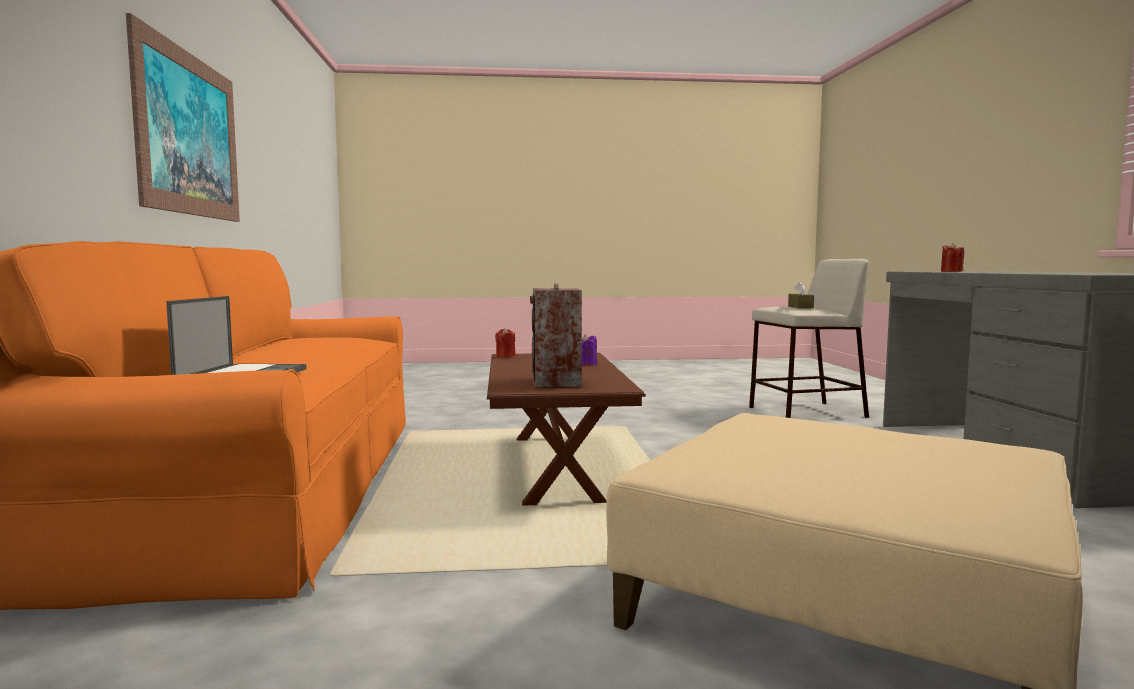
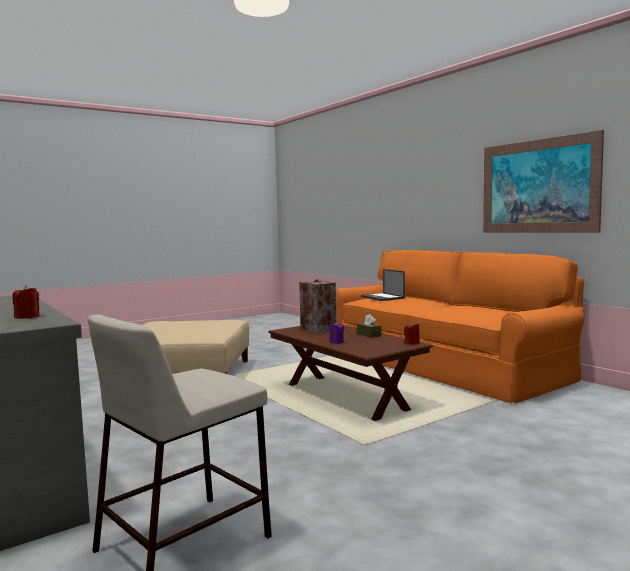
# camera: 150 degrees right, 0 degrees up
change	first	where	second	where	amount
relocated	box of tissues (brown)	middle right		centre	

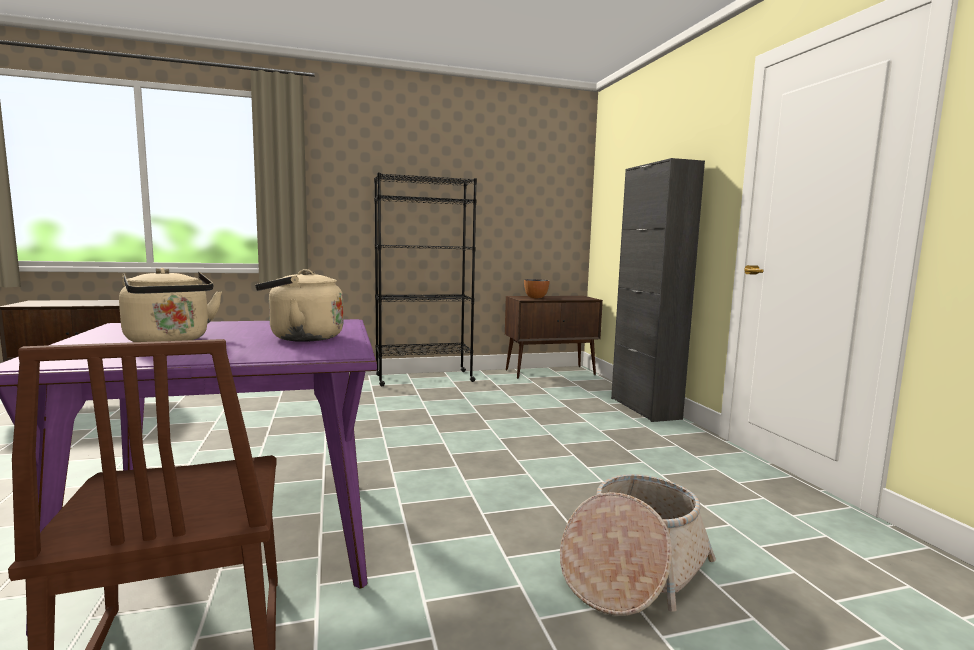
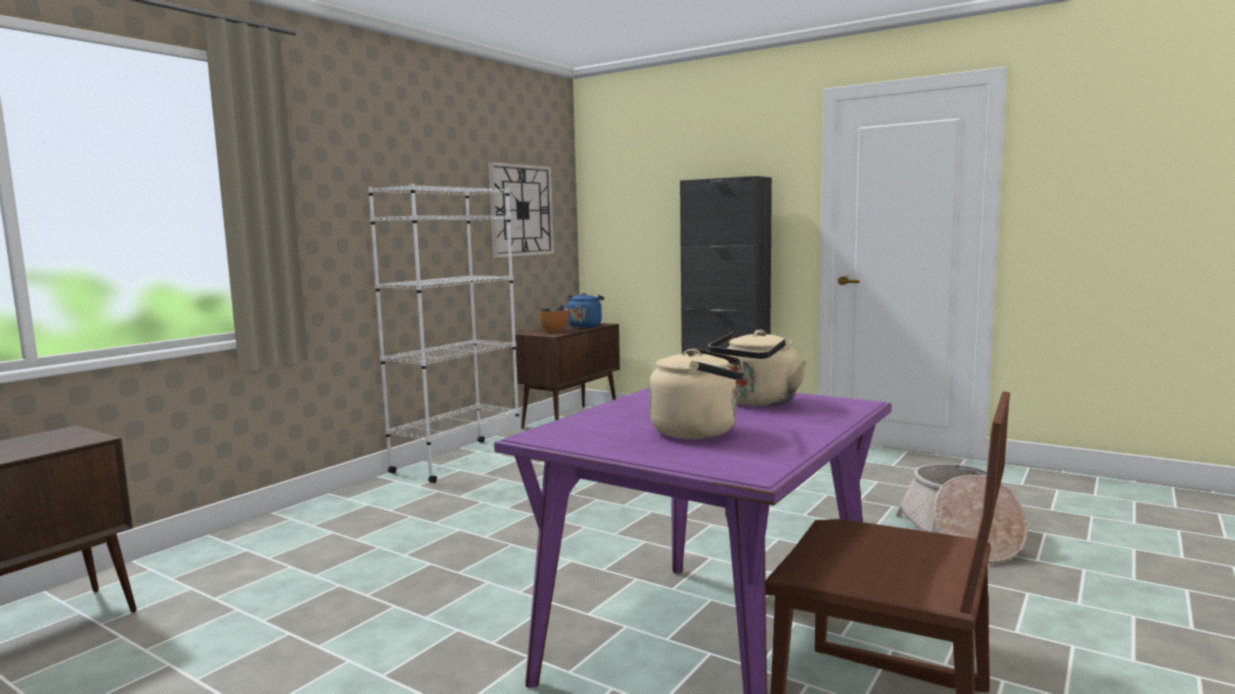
# camera: 40 degrees left, 0 degrees up
change	first	where	second	where	amount
colour	bookcase (black-coloured)	centre	bookcase (white)	centre	
appeared			clock on the wall	top centre	
appeared			kettle (blue)	centre	

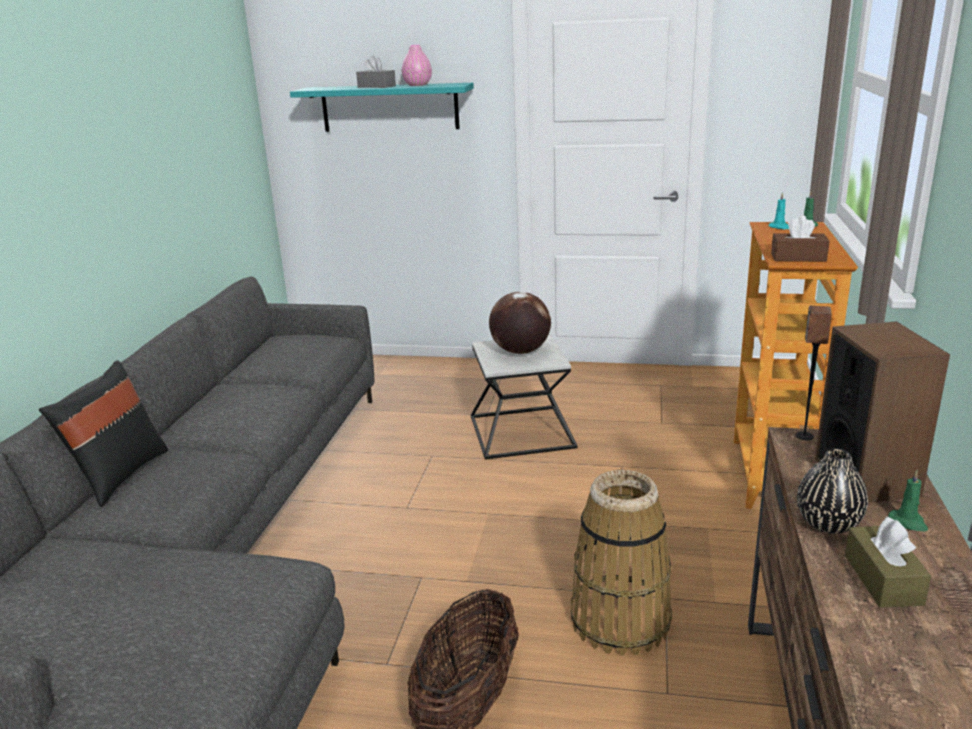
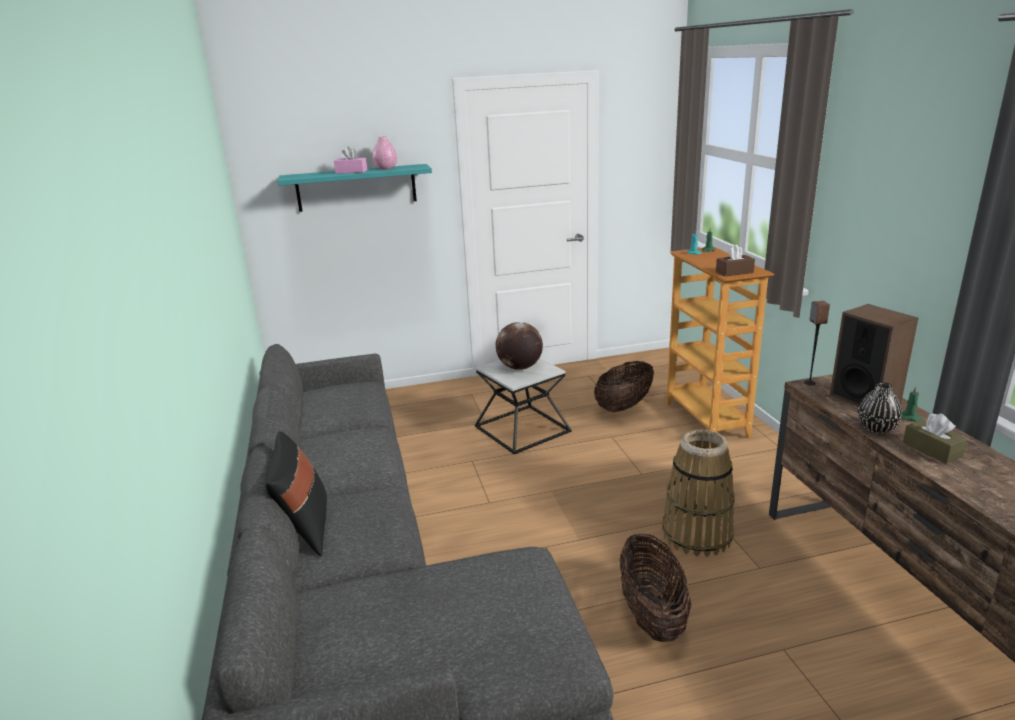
# camera: 25 degrees left, 0 degrees up
change	first	where	second	where	amount
colour	box of tissues (gray)	top centre	box of tissues (pinkish)	top centre	
appeared			household basket (no. 1 from left)	centre	

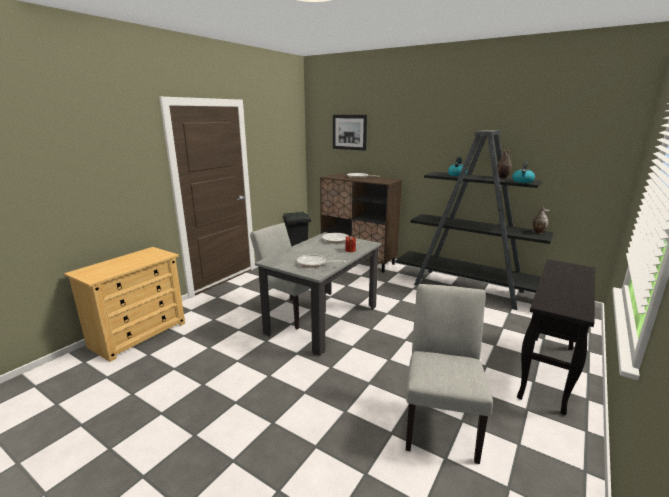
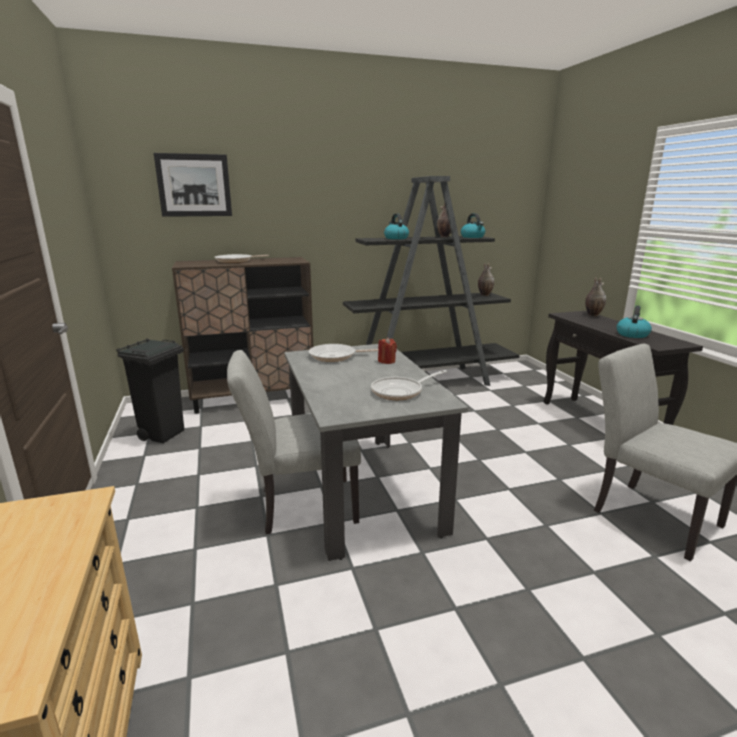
# camera: 50 degrees left, 0 degrees up
change	first	where	second	where	amount
appeared			vase (no. 3 from left)	middle right	
appeared			kettle (no. 3 from left)	middle right	

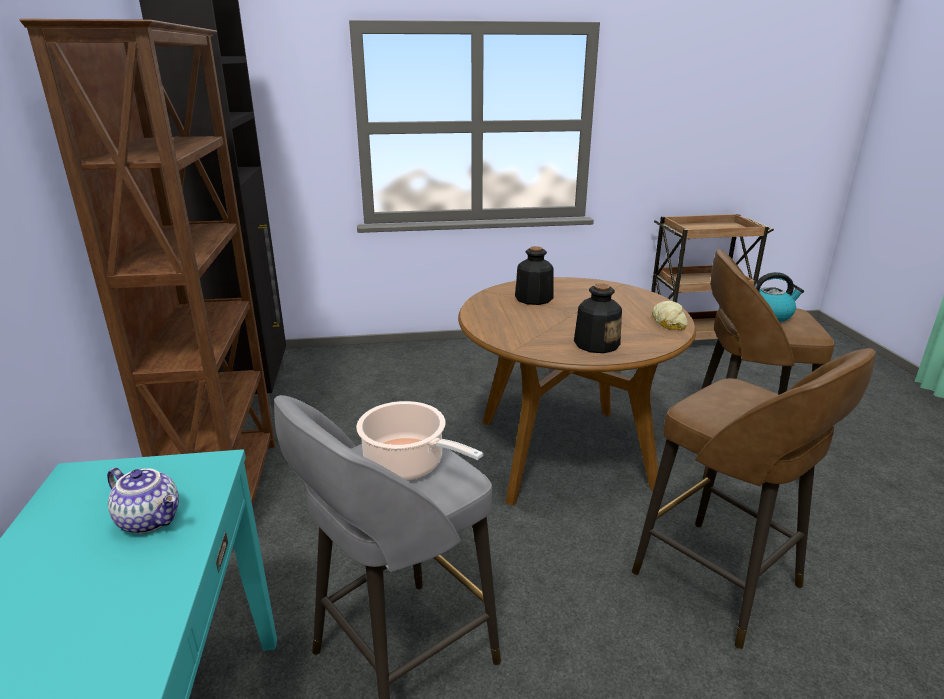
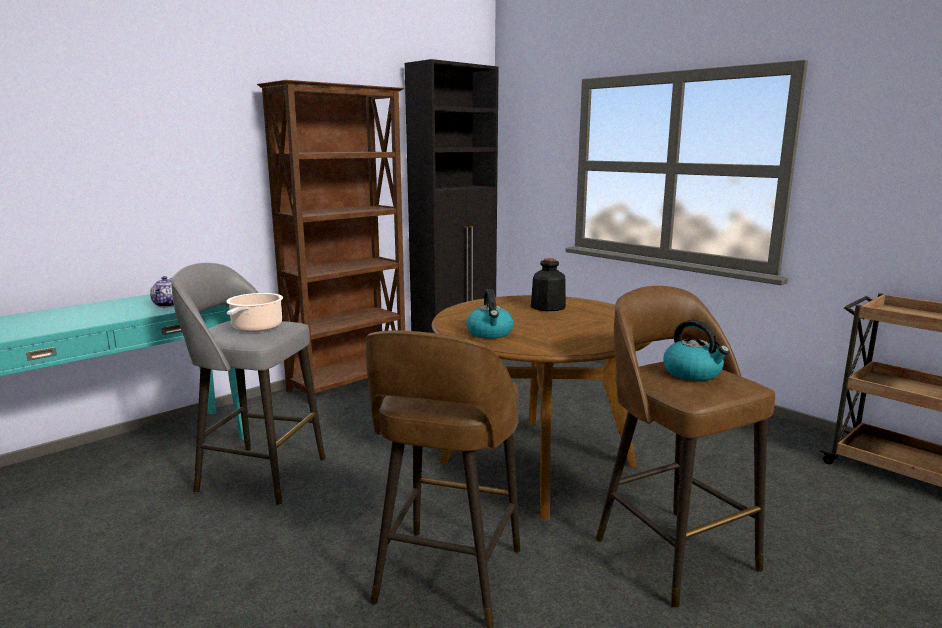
# camera: 55 degrees right, 10 degrees down
change	first	where	second	where	amount
exchanged	drink bottle (no. 2 from left)	centre	kettle (no. 1 from left)	centre	
missing	baked bread	middle right			

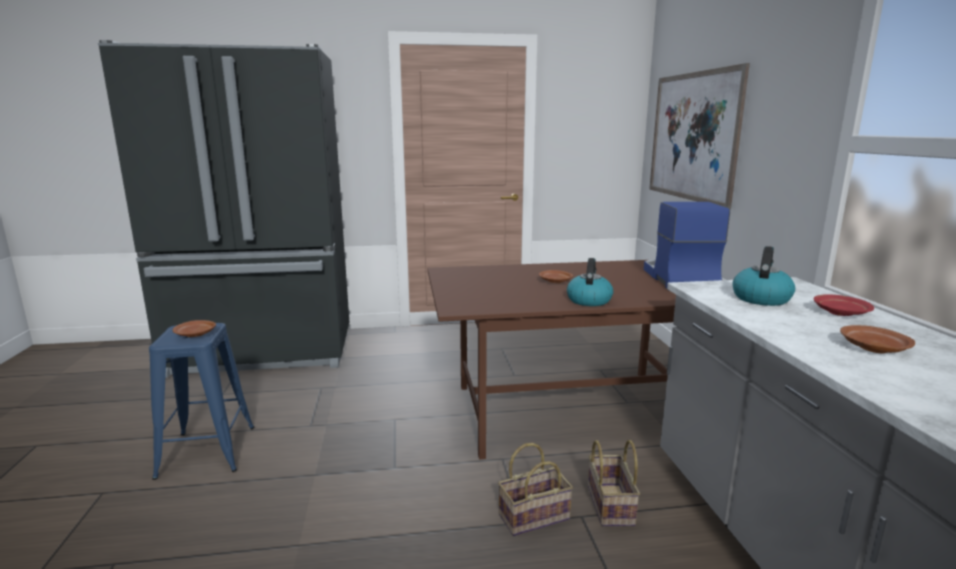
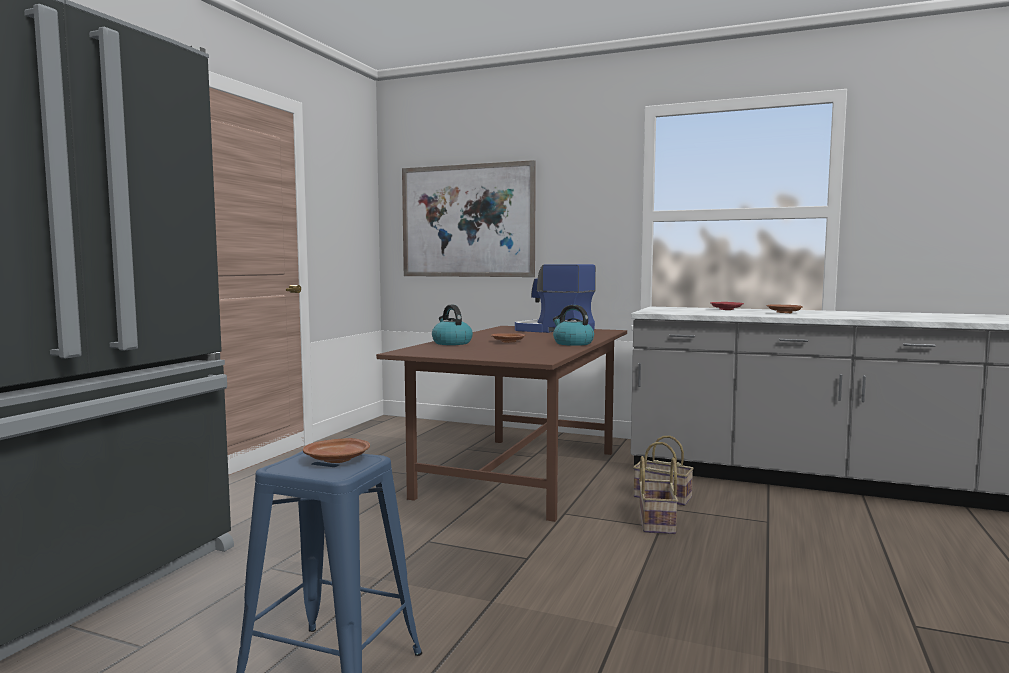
# camera: 60 degrees left, 10 degrees down
change	first	where	second	where	amount
relocated	kettle (no. 2 from left in the first image)	middle right	kettle (no. 1 from left)	centre	

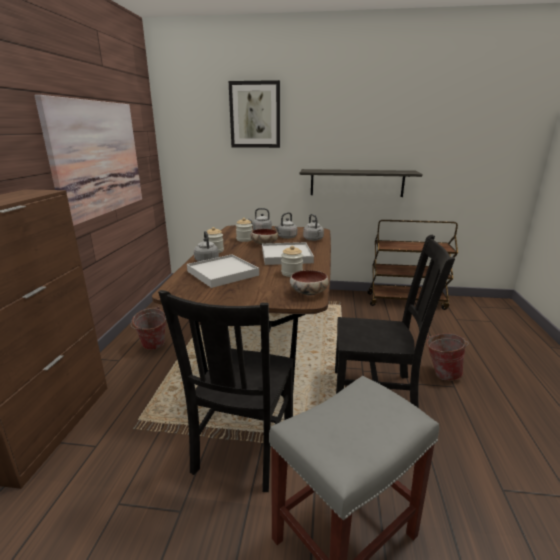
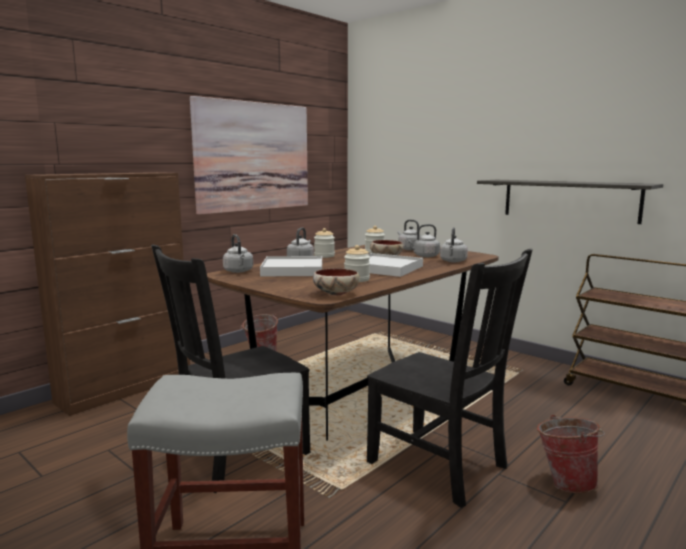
# camera: 35 degrees right, 10 degrees down
change	first	where	second	where	amount
missing	wall picture (no. 2 from left)	top centre			
appeared			kettle (gray) (no. 1 from left)	centre	

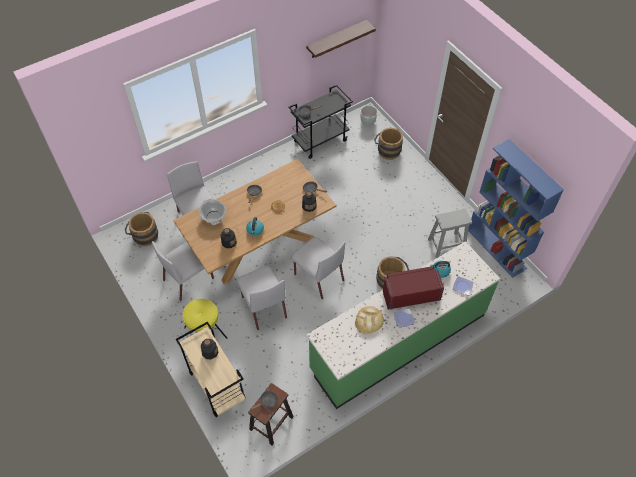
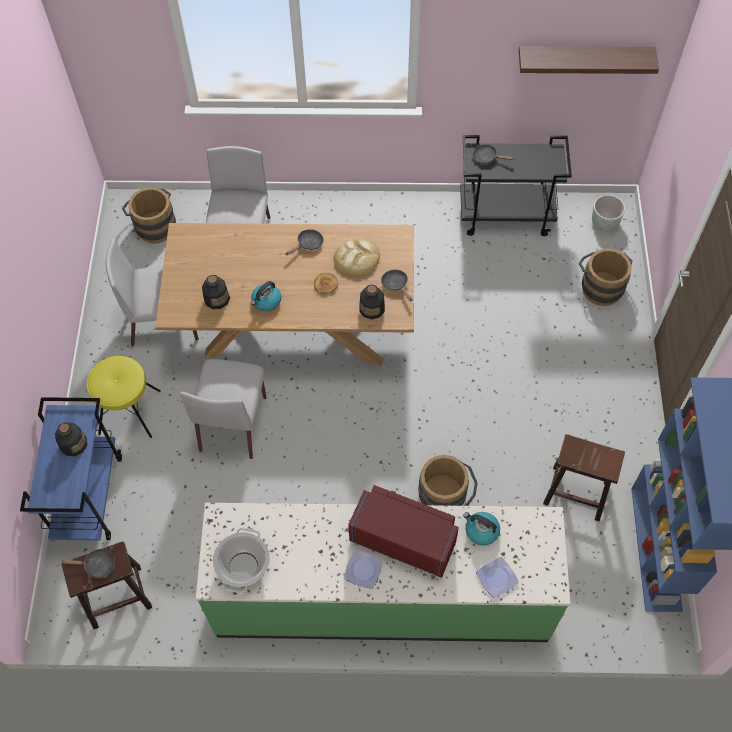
# camera: 35 degrees right, 5 degrees up
change	first	where	second	where	amount
relocated	stockpot	centre		bottom left	
colour	sitting stool (gray)	middle right	sitting stool (brown) (no. 2 from left)	middle right	
missing	upright chair (gray) (no. 4 from left)	centre			
relocated	baked bread (no. 2 from left)	bottom centre		centre	
colour	wheeled cart (sand-coloured)	bottom left	wheeled cart (blue)	middle left	

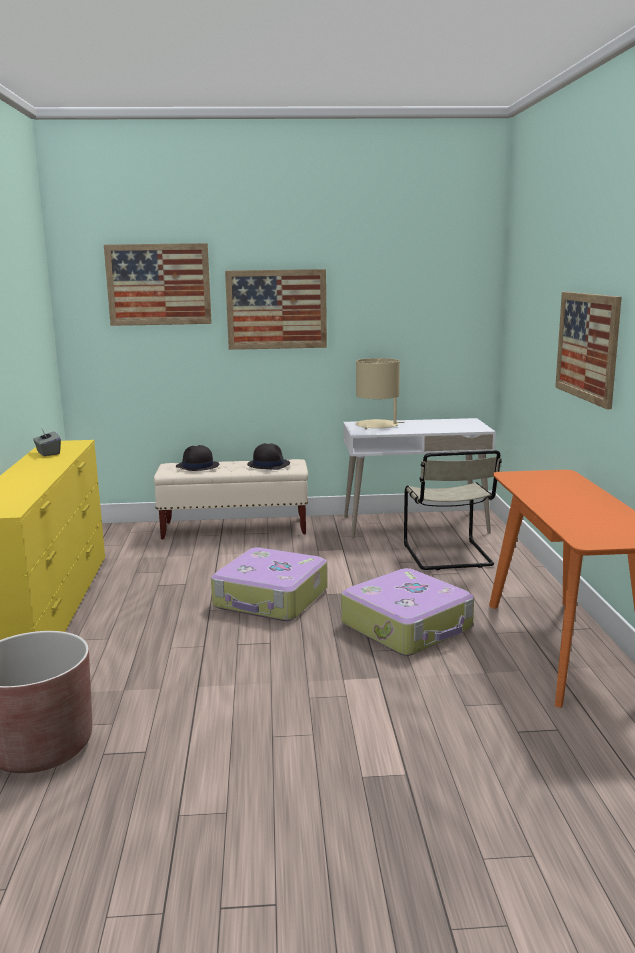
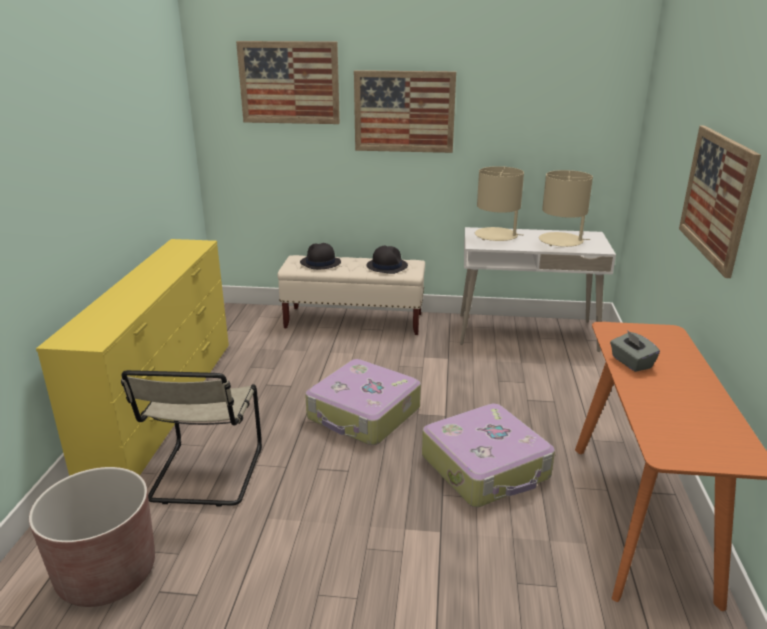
# camera: 10 degrees right, 10 degrees up
change	first	where	second	where	amount
relocated	box of tissues (gray)	middle left		middle right	
relocated	upright chair (sand-coloured)	middle right		bottom left	
appeared			lamp for a table (sand-coloured) (no. 2 from left)	top right	

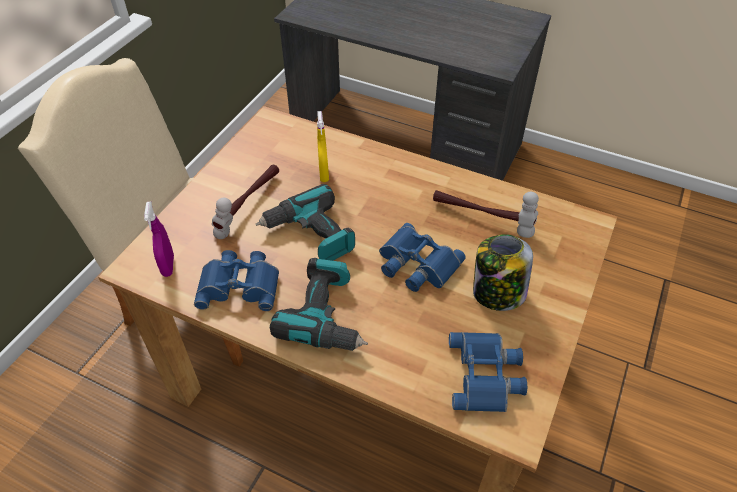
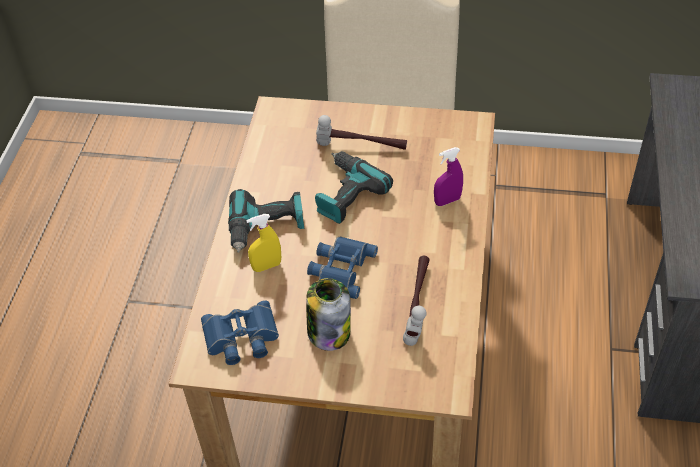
# camera: 75 degrees right, 0 degrees up
change	first	where	second	where	amount
relocated	sprayer (yellowish)	top centre		centre	
relocated	sprayer (purplish)	middle left		centre	
missing	binoculars (blue) (no. 1 from left)	middle left			

